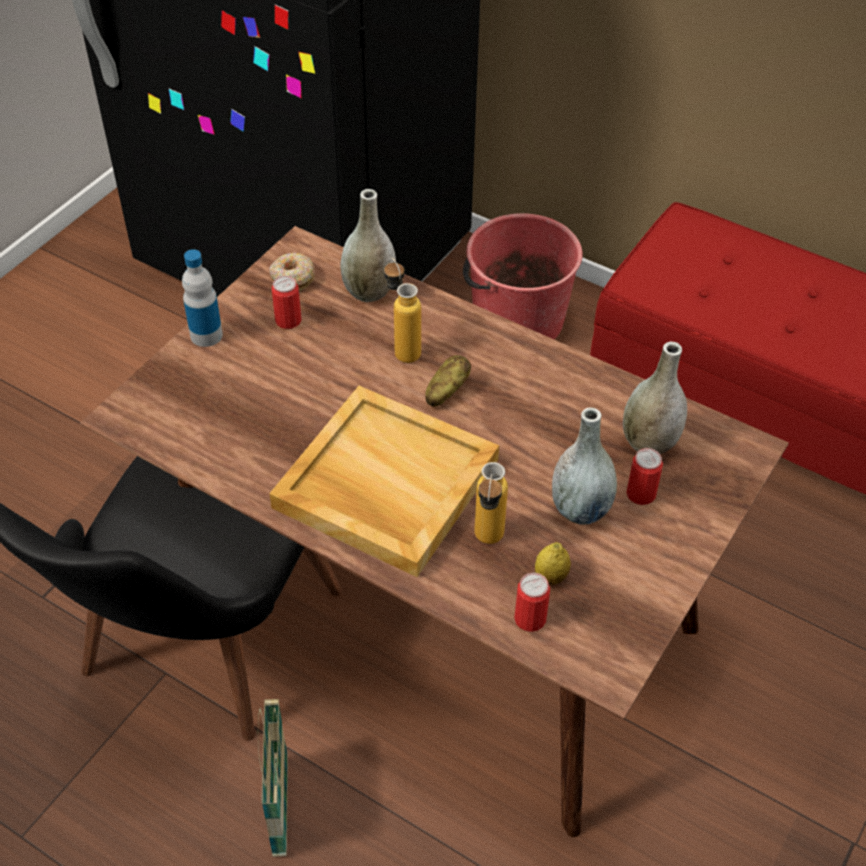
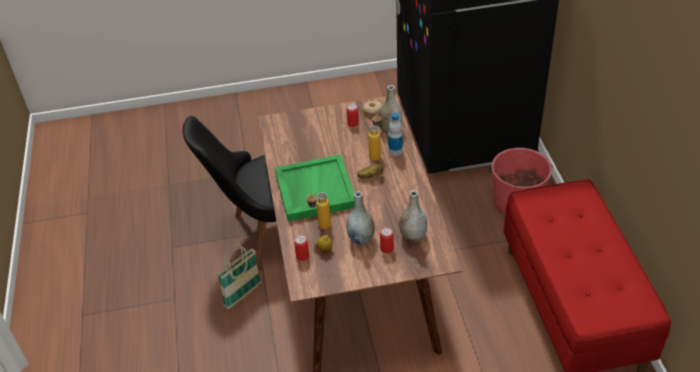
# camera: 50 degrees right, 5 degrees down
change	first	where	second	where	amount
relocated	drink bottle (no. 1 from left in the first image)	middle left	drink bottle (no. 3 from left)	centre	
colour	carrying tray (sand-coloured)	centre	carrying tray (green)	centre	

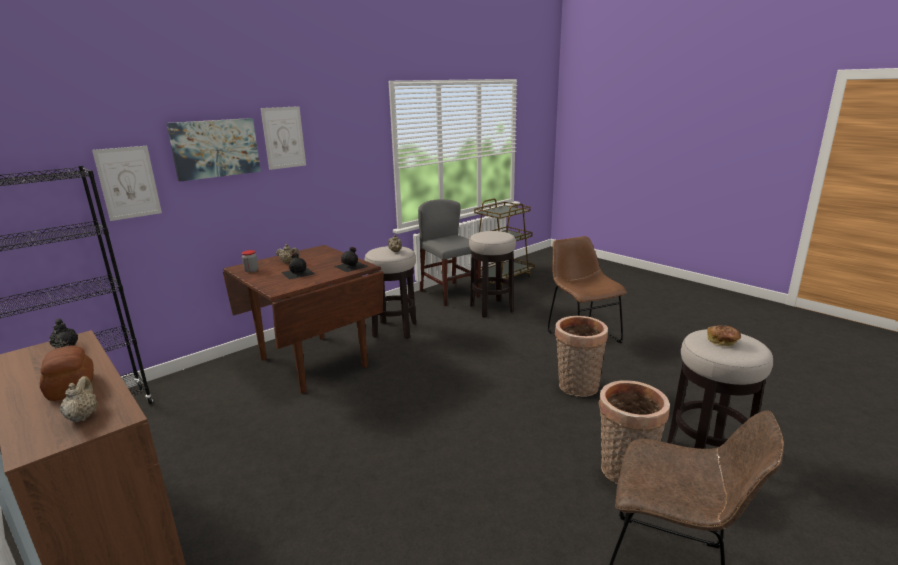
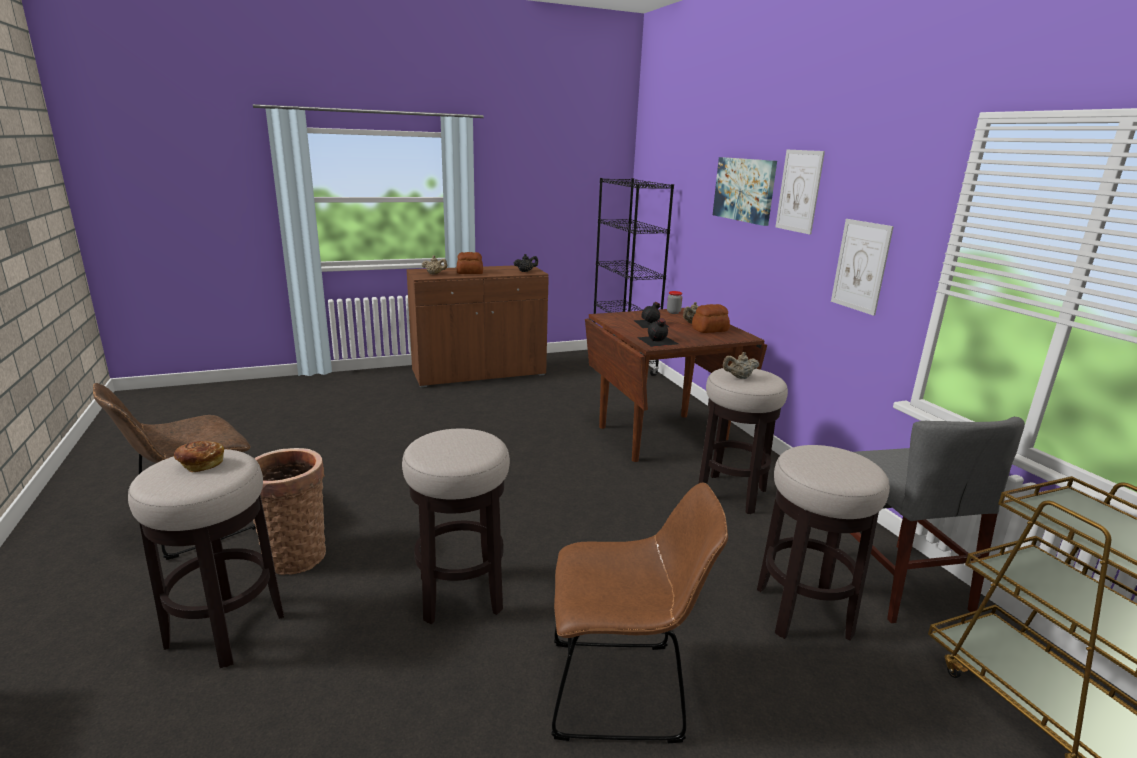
# camera: 110 degrees right, 0 degrees up
change	first	where	second	where	amount
relocated	wall picture (no. 1 from left in the first image)	top left	wall picture (no. 3 from left)	middle right	
spun	upright chair (gray)	centre		bottom right	90 degrees clockwise
exchanged	household basket (no. 1 from left)	centre	sitting stool (no. 2 from left)	bottom centre	
appeared			baked bread (no. 3 from left)	centre	

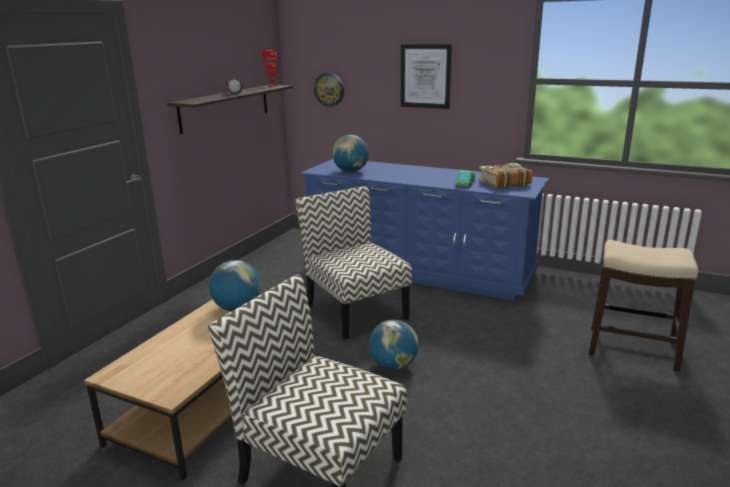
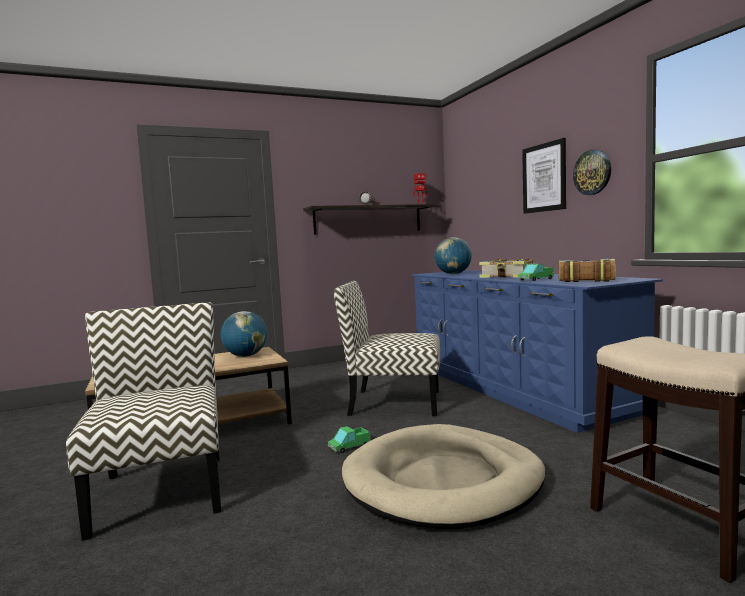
# camera: 40 degrees right, 15 degrees down
change	first	where	second	where	amount
relocated	clock on the wall	top centre		top right	
spun	upright chair (no. 2 from left)	centre		centre	90 degrees counterclockwise
exchanged	globe (no. 3 from left)	bottom centre	toy truck (no. 1 from left)	bottom centre	
appeared			book (no. 1 from left)	middle right	
appeared			dog cushion (sand-coloured)	bottom centre	

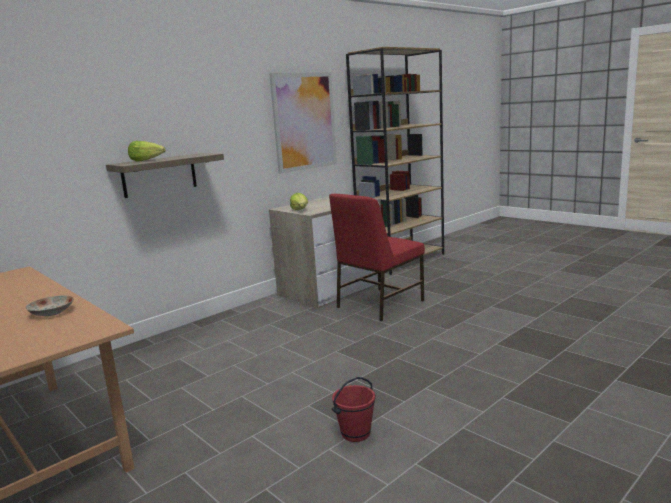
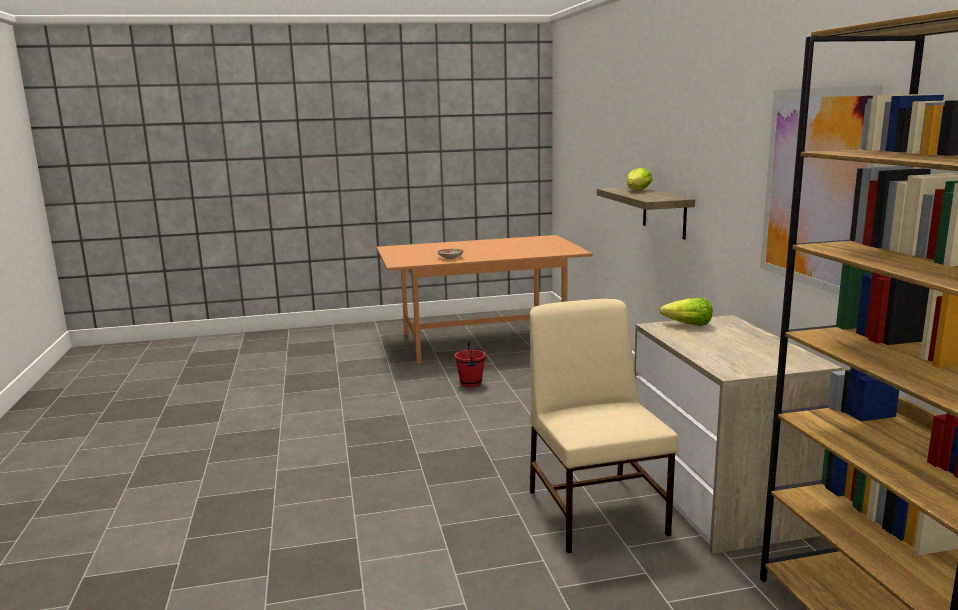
# camera: 120 degrees right, 0 degrees up
change	first	where	second	where	amount
colour	upright chair (red-coloured)	centre	upright chair (sand-coloured)	bottom centre	
relocated	water bucket (red-coloured)	bottom centre		centre	

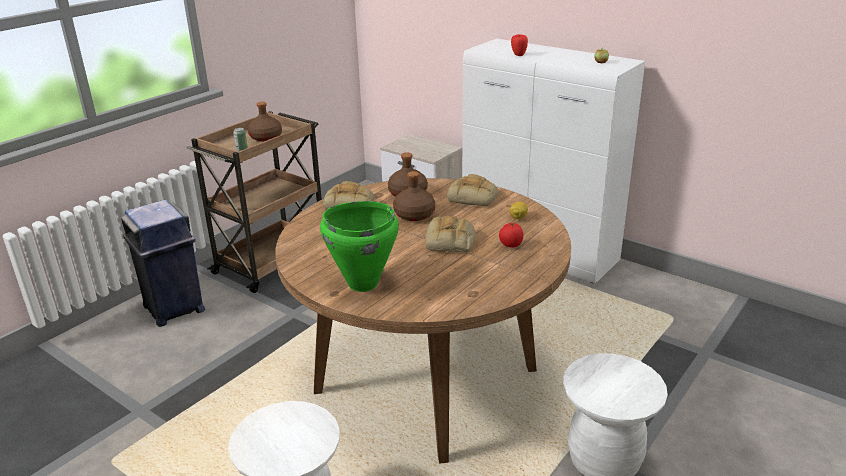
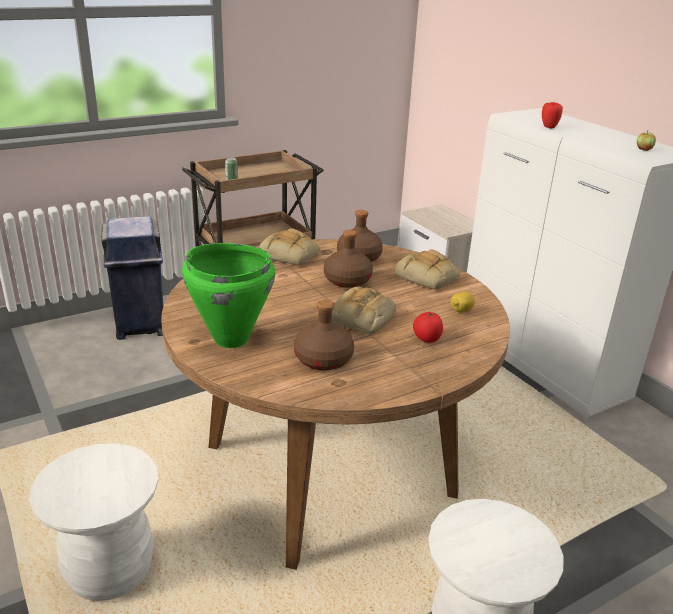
# camera: 20 degrees right, 0 degrees up
change	first	where	second	where	amount
relocated	drink bottle (brown) (no. 1 from left)	top left		centre	

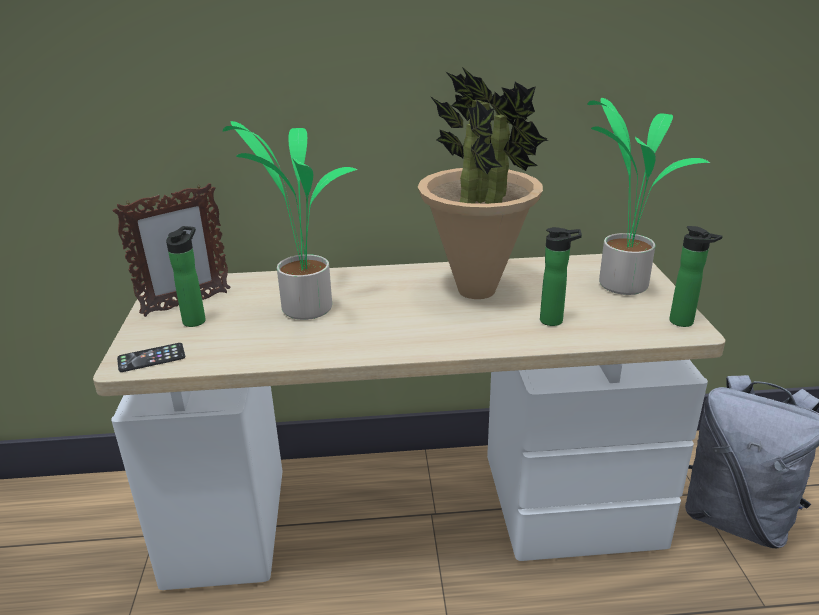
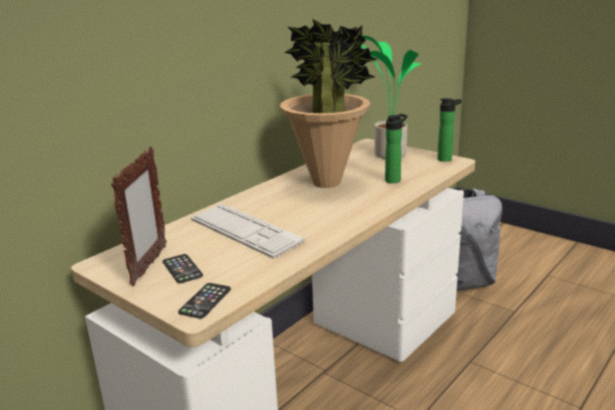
# camera: 45 degrees left, 5 degrees down
change	first	where	second	where	amount
exchanged	plant in a pot (no. 1 from left)	centre	keyboard	centre	
exchanged	drink bottle (no. 1 from left)	middle left	telephone (no. 1 from left)	middle left	

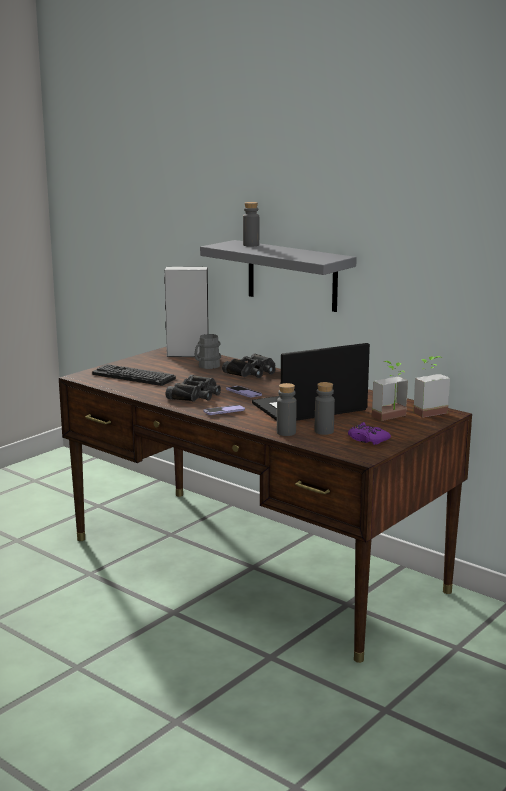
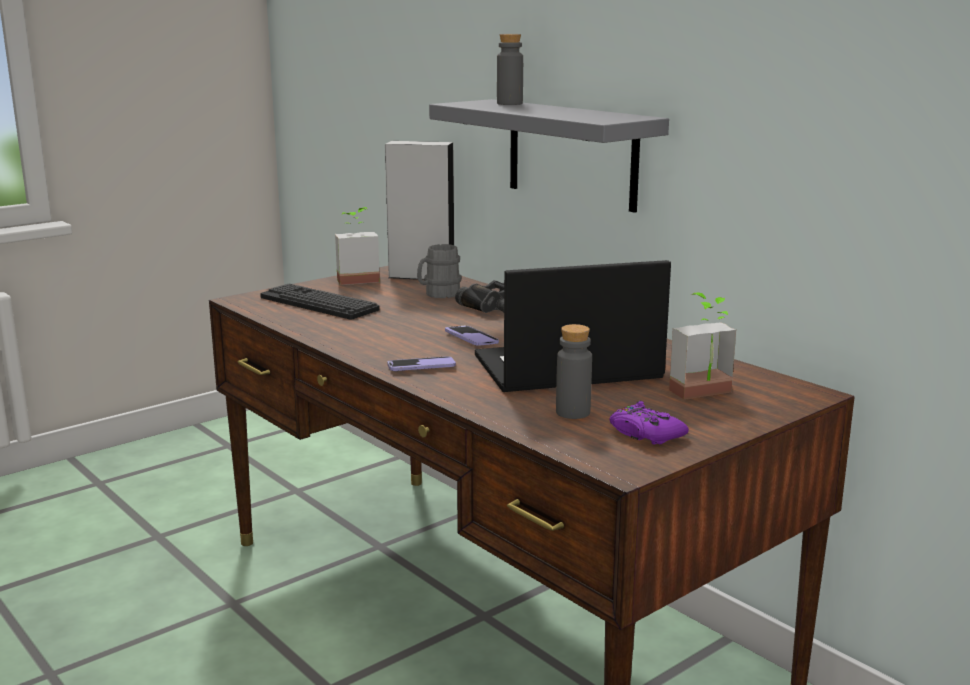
# camera: 10 degrees right, 0 degrees up
change	first	where	second	where	amount
relocated	plant in a pot (no. 2 from left in the first image)	middle right	plant in a pot (no. 1 from left)	centre	
missing	binoculars (black-coloured) (no. 1 from left)	centre			
missing	drink bottle (gray) (no. 2 from left)	centre			

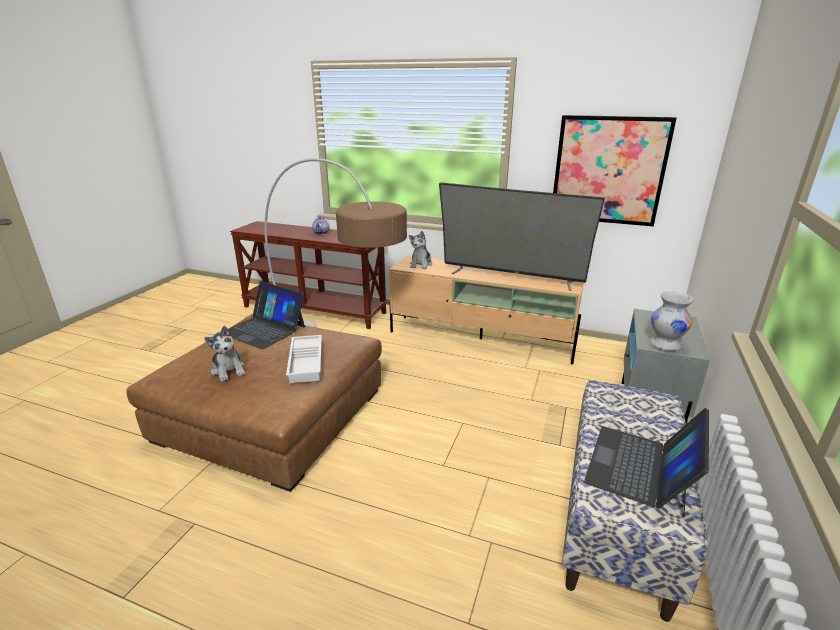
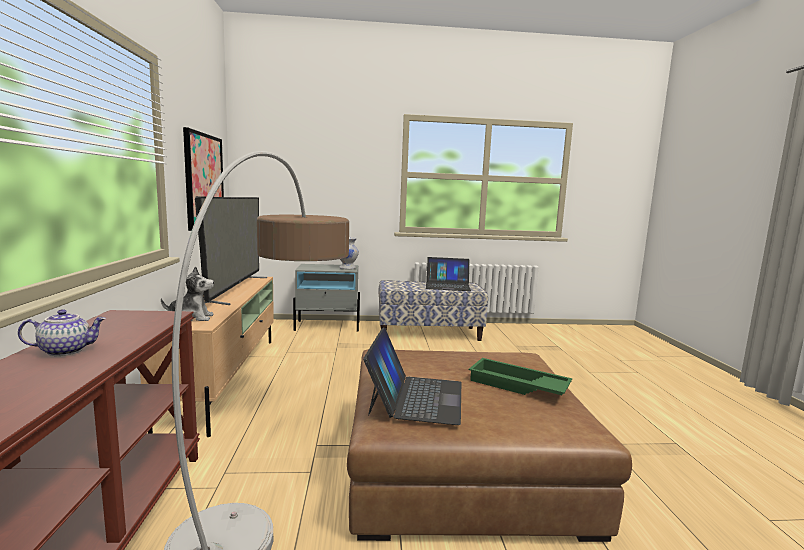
# camera: 115 degrees left, 15 degrees down
change	first	where	second	where	amount
exchanged	soft toy (no. 1 from left)	middle left	carrying tray (green)	bottom centre	
missing	carrying tray (white)	centre			

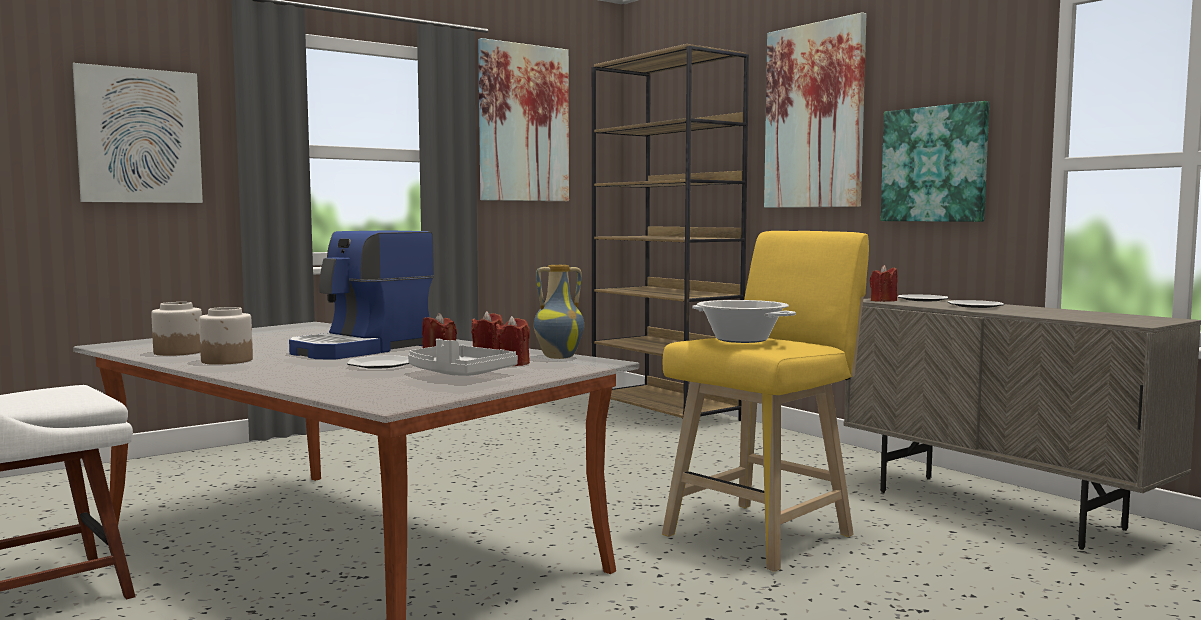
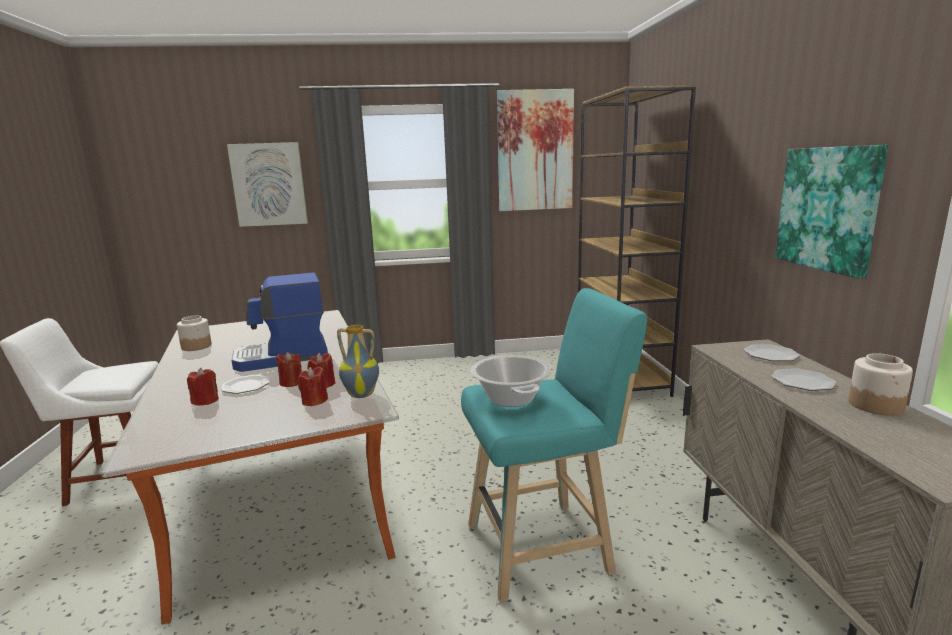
# camera: 30 degrees right, 10 degrees up
change	first	where	second	where	amount
missing	wall picture (no. 3 from left)	top right			
colour	sitting stool (yellowish)	centre	sitting stool (turquoise-coloured)	bottom centre	
relocated	candle (red-coloured) (no. 4 from left in the first image)	middle right	candle (red-coloured) (no. 1 from left)	middle left	
relocated	storage jar (no. 2 from left)	middle left		middle right	
missing	carrying tray (gray)	centre			

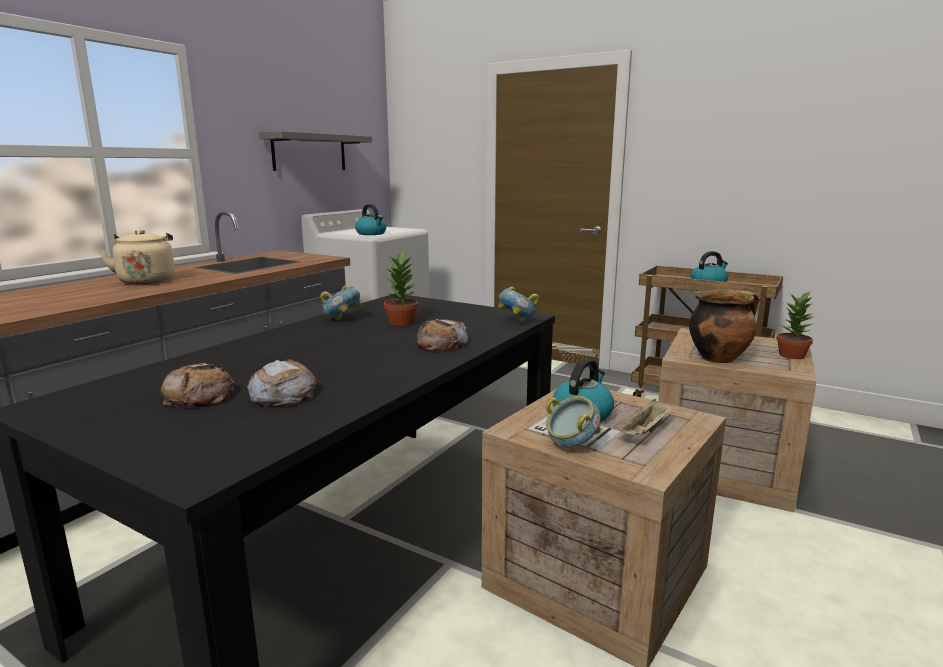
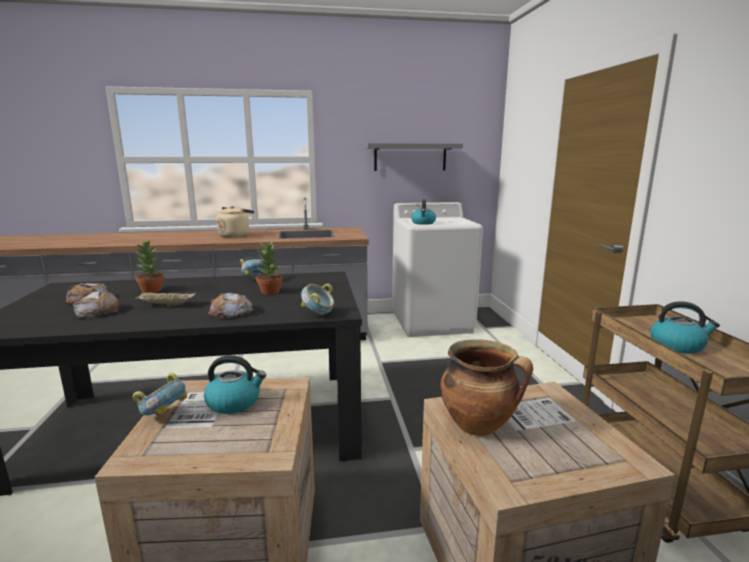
# camera: 50 degrees right, 0 degrees up
change	first	where	second	where	amount
relocated	plant in a pot (no. 2 from left in the first image)	middle right	plant in a pot (no. 1 from left)	middle left	
relocated	carrying tray (sand-coloured)	middle right		middle left	

